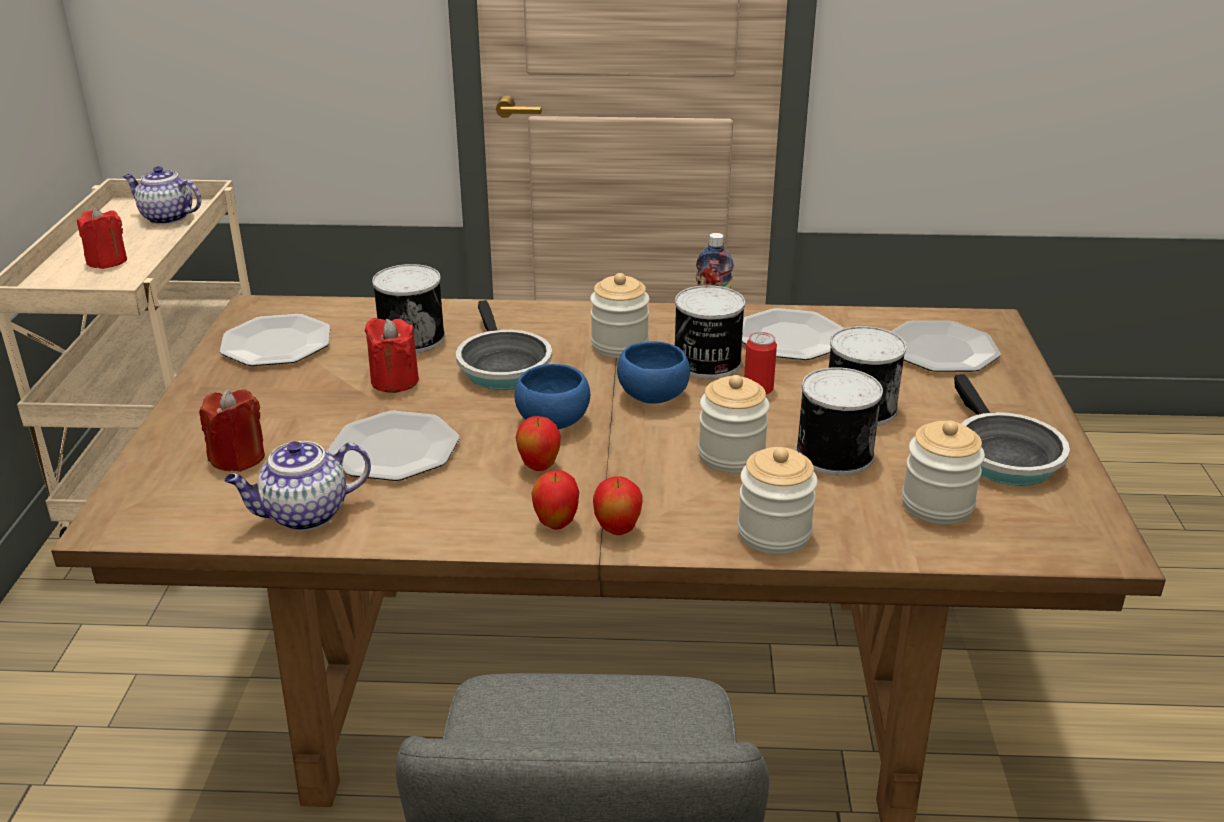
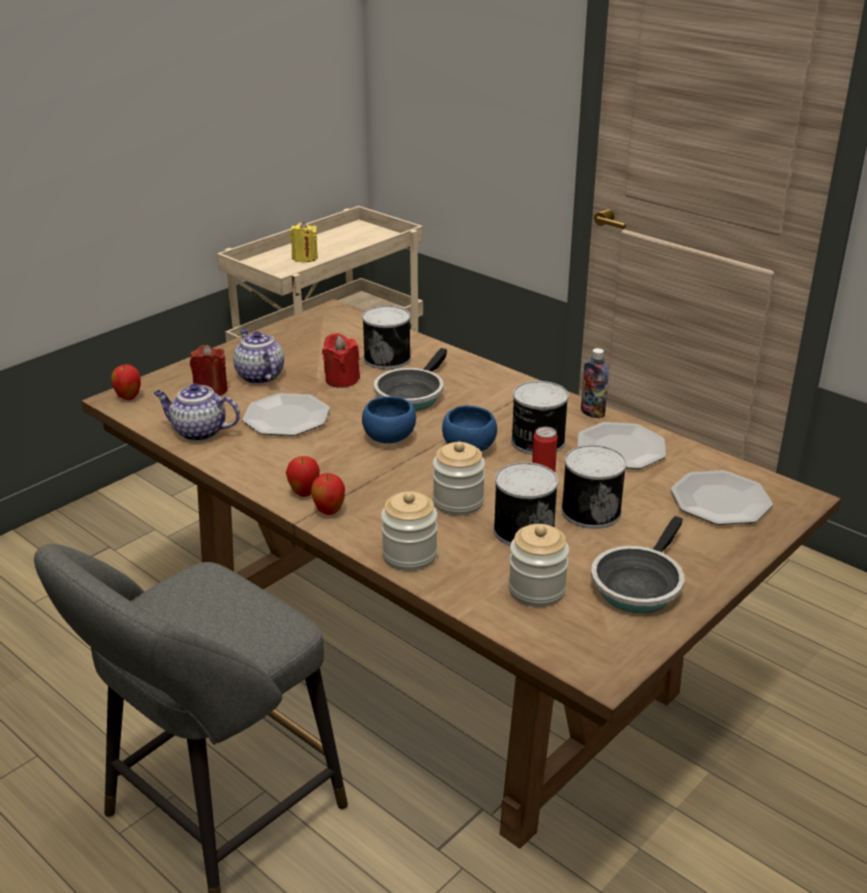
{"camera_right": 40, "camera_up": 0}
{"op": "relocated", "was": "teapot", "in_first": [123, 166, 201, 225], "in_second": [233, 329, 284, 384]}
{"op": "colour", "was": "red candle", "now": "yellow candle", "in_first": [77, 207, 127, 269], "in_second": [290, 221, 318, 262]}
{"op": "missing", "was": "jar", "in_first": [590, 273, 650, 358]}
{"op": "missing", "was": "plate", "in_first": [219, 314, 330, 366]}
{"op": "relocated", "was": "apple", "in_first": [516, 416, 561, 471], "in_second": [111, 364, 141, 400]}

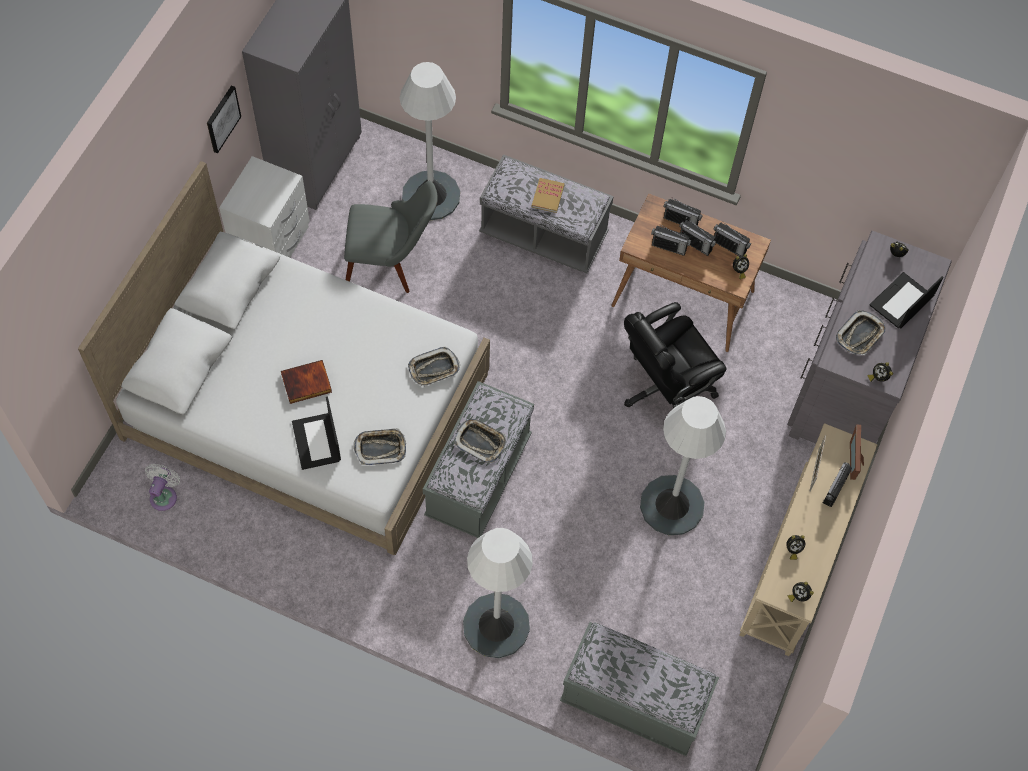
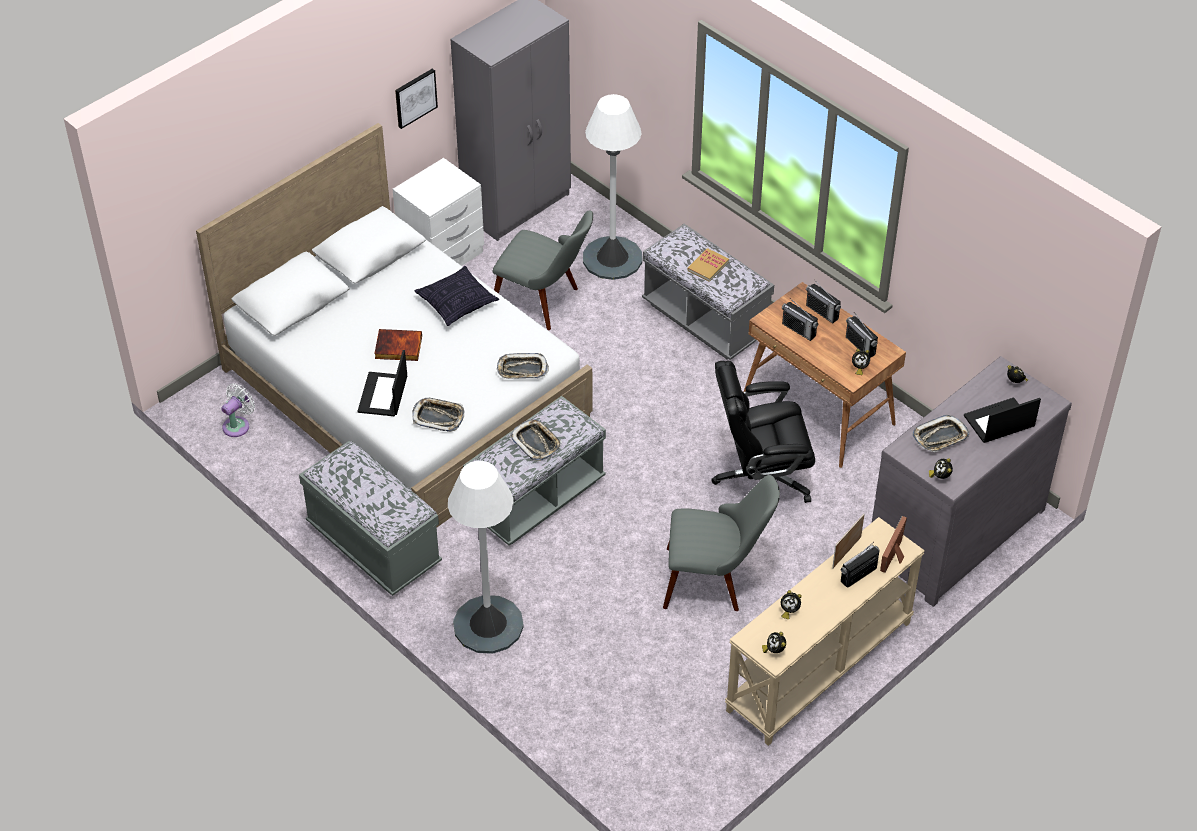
{"camera_right": 25, "camera_up": -15}
{"op": "missing", "was": "radio", "in_first": [679, 219, 716, 256]}
{"op": "exchanged", "was": "white floor lamp", "now": "grey chair", "in_first": [640, 396, 726, 535], "in_second": [663, 475, 780, 611]}
{"op": "relocated", "was": "grey bench", "in_first": [560, 622, 719, 756], "in_second": [299, 441, 442, 596]}
{"op": "appeared", "now": "pillow", "in_second": [414, 266, 499, 326]}

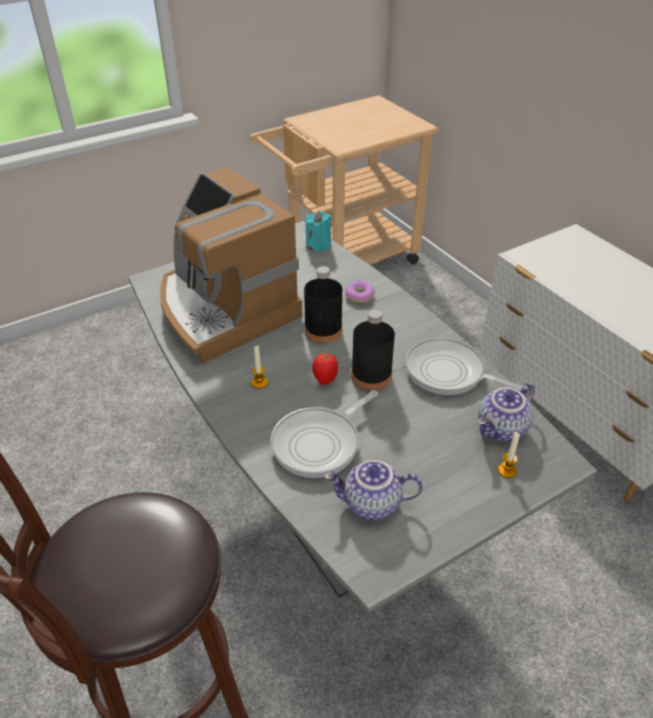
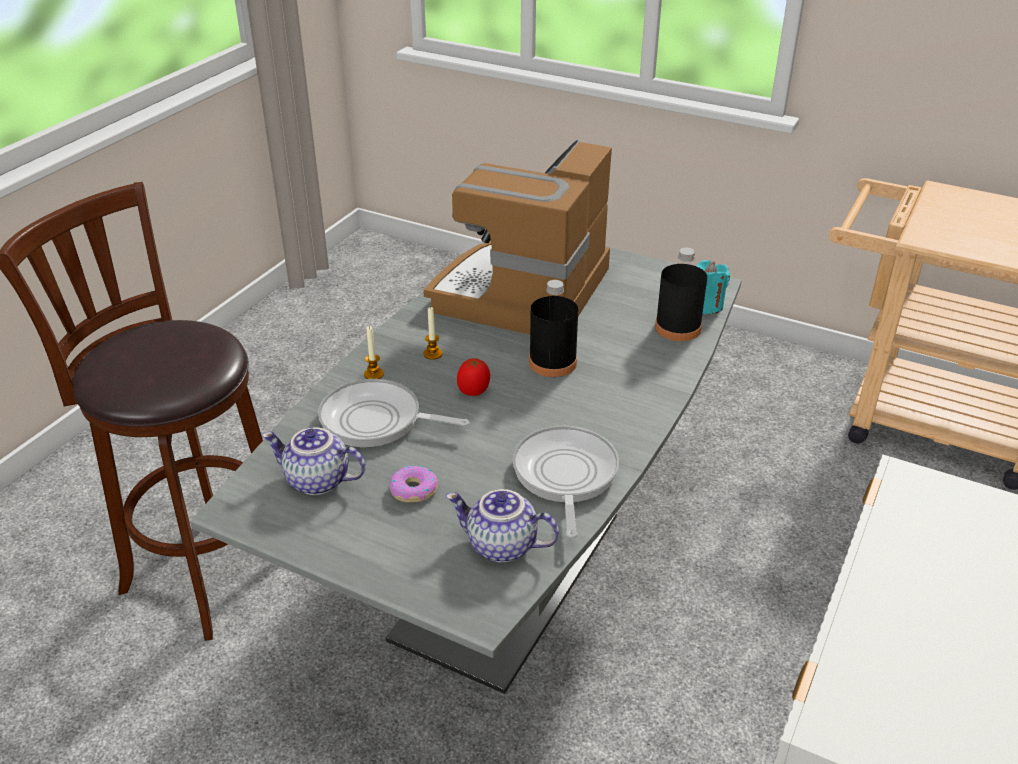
{"camera_right": 60, "camera_up": -5}
{"op": "relocated", "was": "donut", "in_first": [345, 280, 375, 303], "in_second": [389, 465, 438, 503]}
{"op": "relocated", "was": "black bottle", "in_first": [351, 309, 395, 390], "in_second": [655, 248, 707, 341]}
{"op": "relocated", "was": "candle", "in_first": [498, 432, 520, 478], "in_second": [364, 326, 384, 379]}
{"op": "spun", "was": "teapot", "in_first": [324, 460, 423, 520], "in_second": [262, 427, 366, 495], "clockwise": -45}

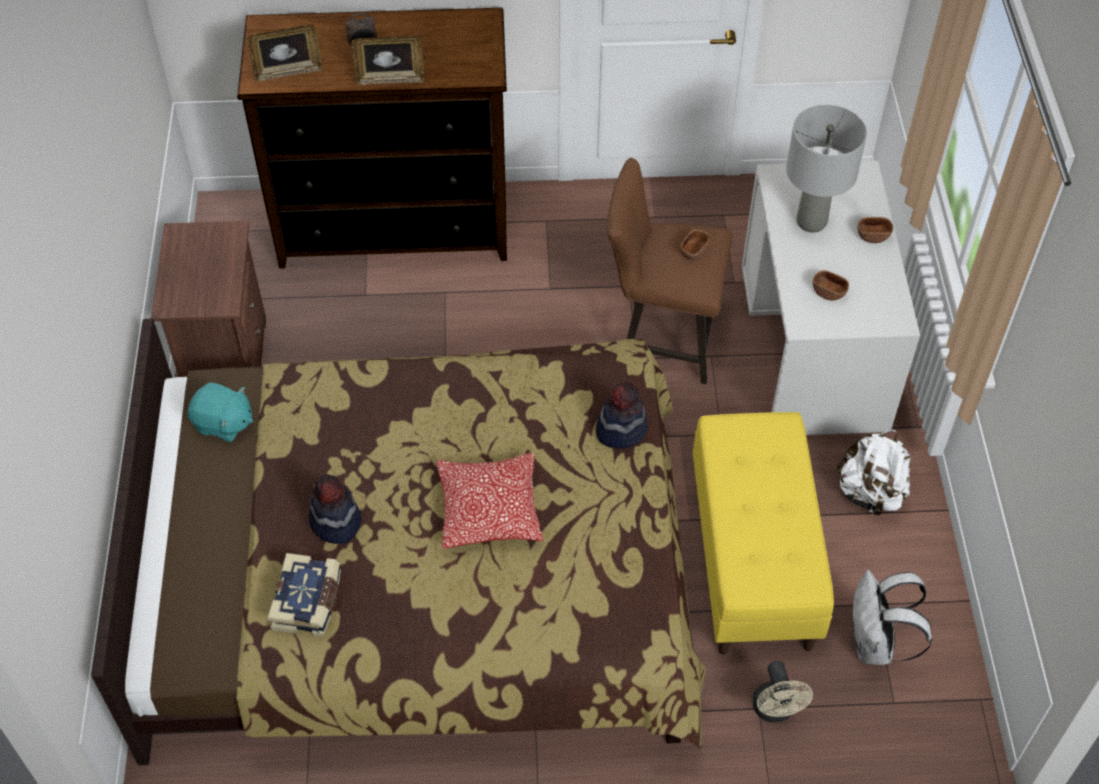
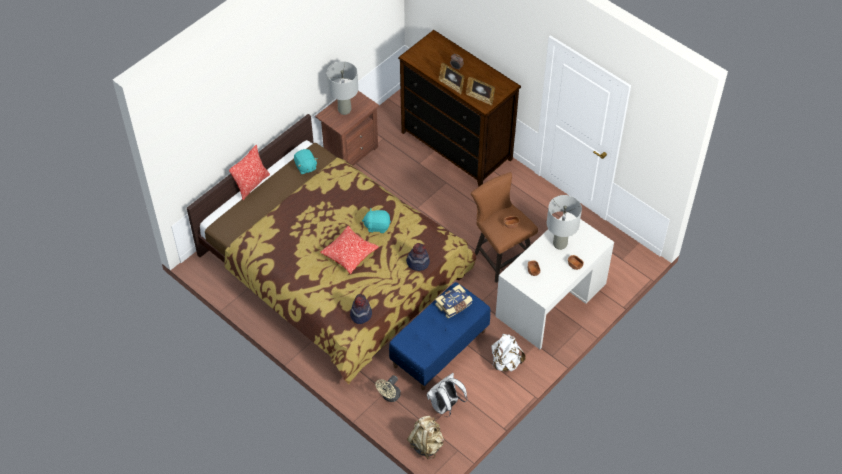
{"camera_right": 45, "camera_up": 0}
{"op": "relocated", "was": "picture frame", "in_first": [247, 25, 323, 81], "in_second": [466, 77, 495, 106]}
{"op": "colour", "was": "yellow bench", "now": "blue bench", "in_first": [693, 412, 834, 655], "in_second": [389, 282, 491, 390]}
{"op": "relocated", "was": "hat", "in_first": [309, 474, 361, 544], "in_second": [350, 294, 372, 324]}
{"op": "relocated", "was": "book", "in_first": [268, 553, 341, 637], "in_second": [435, 284, 472, 318]}
{"op": "appeared", "now": "grey table lamp", "in_second": [327, 61, 358, 115]}
{"op": "appeared", "now": "pillow", "in_second": [229, 145, 270, 200]}
{"op": "appeared", "now": "turquoise plush toy", "in_second": [362, 208, 391, 233]}
{"op": "appeared", "now": "beige backpack", "in_second": [407, 416, 444, 460]}

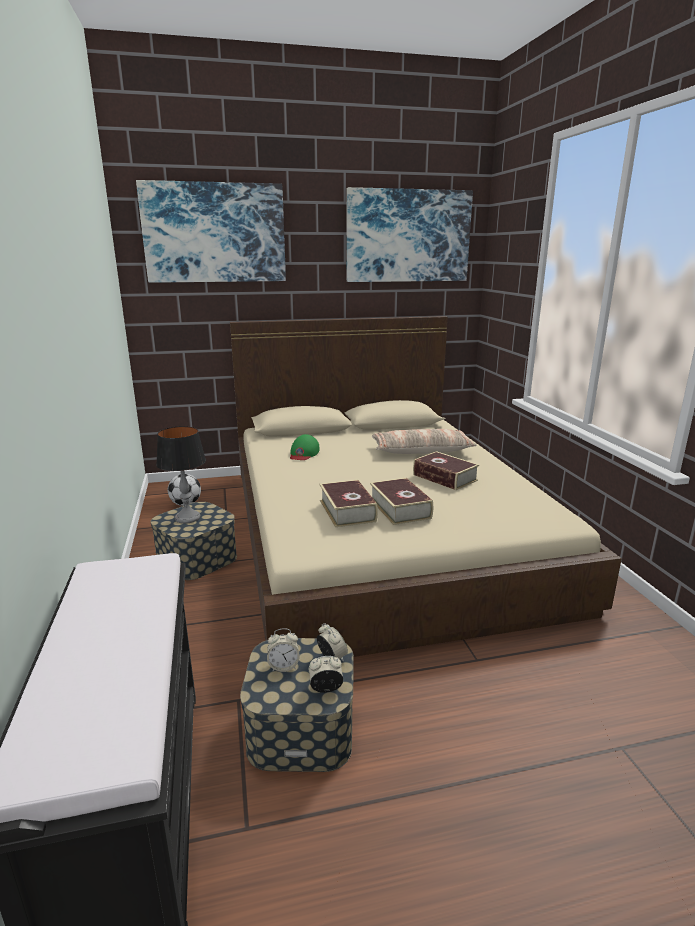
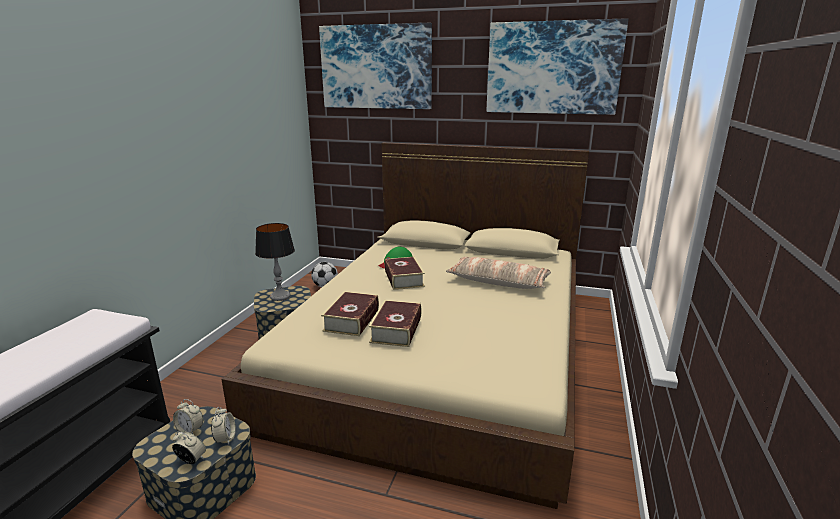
{"camera_right": 30, "camera_up": 0}
{"op": "relocated", "was": "book", "in_first": [413, 451, 479, 490], "in_second": [385, 257, 425, 290]}

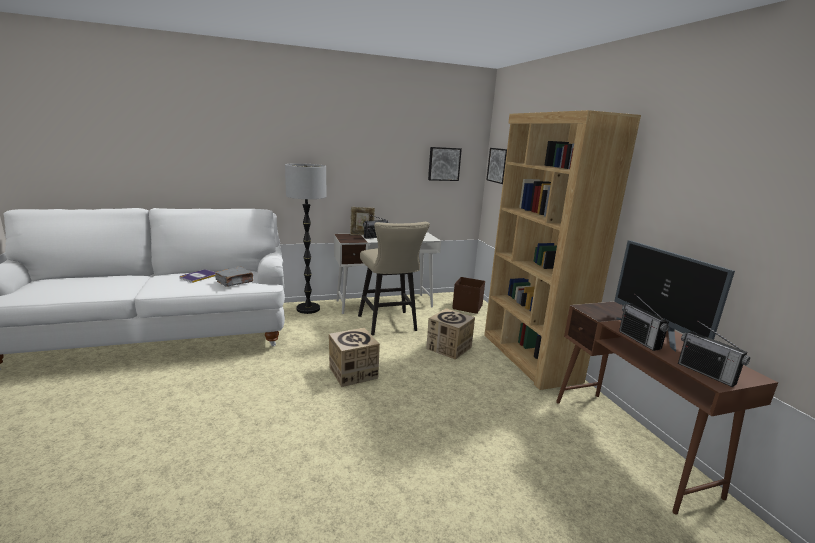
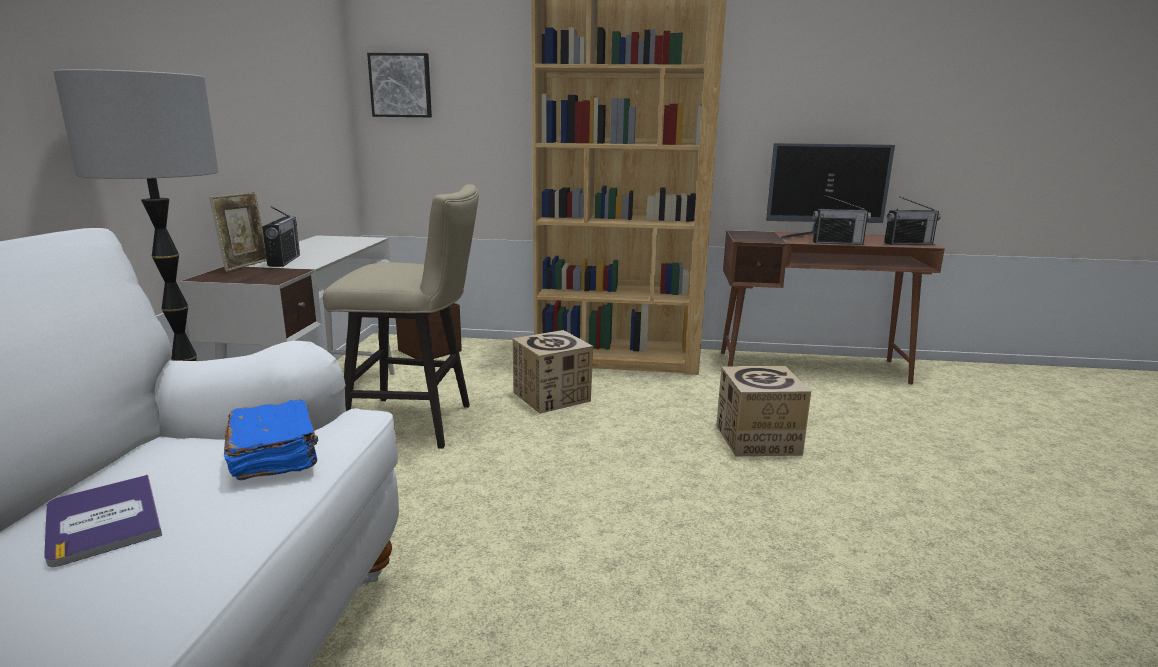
{"camera_right": -65, "camera_up": 0}
{"op": "missing", "was": "picture", "in_first": [428, 147, 462, 181]}
{"op": "colour", "was": "grey book", "now": "blue book", "in_first": [215, 267, 253, 287], "in_second": [224, 399, 318, 480]}
{"op": "relocated", "was": "cardboard box", "in_first": [329, 328, 380, 387], "in_second": [716, 366, 811, 456]}

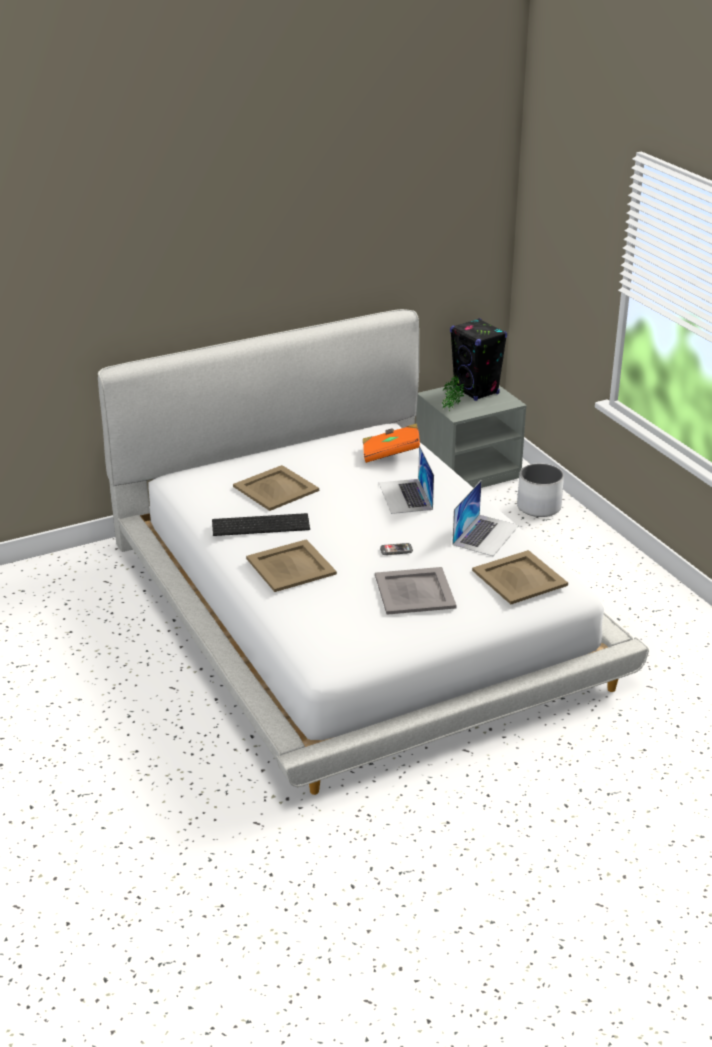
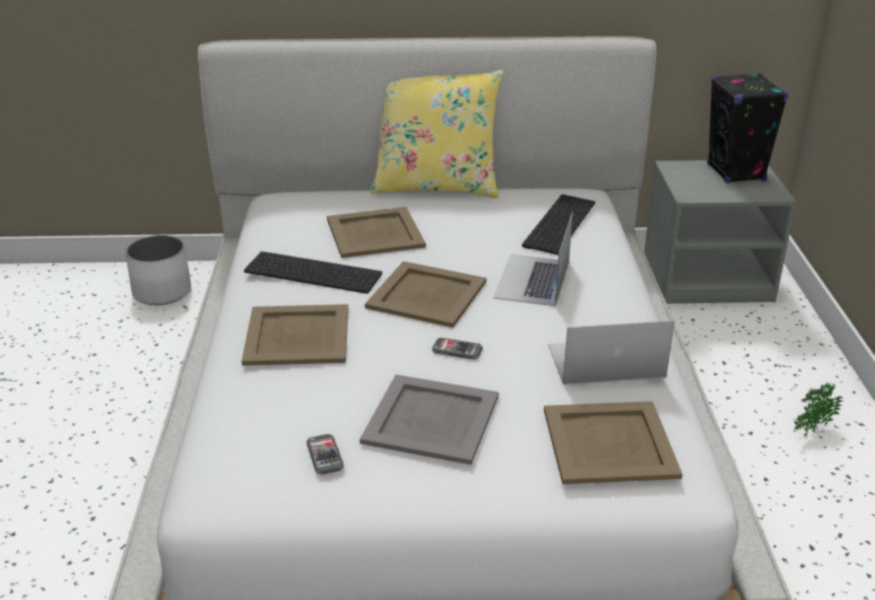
{"camera_right": 25, "camera_up": 0}
{"op": "relocated", "was": "potted plant", "in_first": [442, 377, 464, 413], "in_second": [794, 383, 843, 436]}
{"op": "exchanged", "was": "orange book", "now": "keyboard", "in_first": [363, 423, 420, 463], "in_second": [522, 194, 595, 255]}
{"op": "relocated", "was": "white planter", "in_first": [517, 463, 564, 517], "in_second": [125, 235, 191, 305]}
{"op": "spun", "was": "laptop", "in_first": [452, 480, 519, 556], "in_second": [548, 321, 674, 385], "clockwise": -150}
{"op": "appeared", "now": "yellow pillow", "in_second": [370, 70, 504, 198]}
{"op": "appeared", "now": "beige tray", "in_second": [365, 261, 486, 328]}
{"op": "appeared", "now": "phone", "in_second": [306, 434, 344, 475]}

